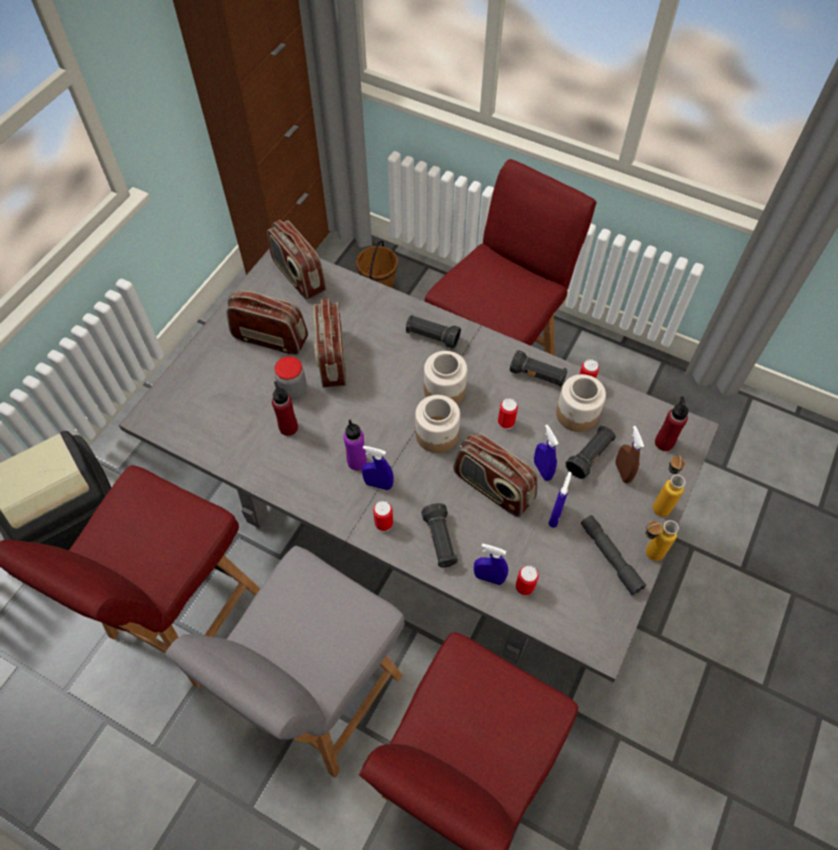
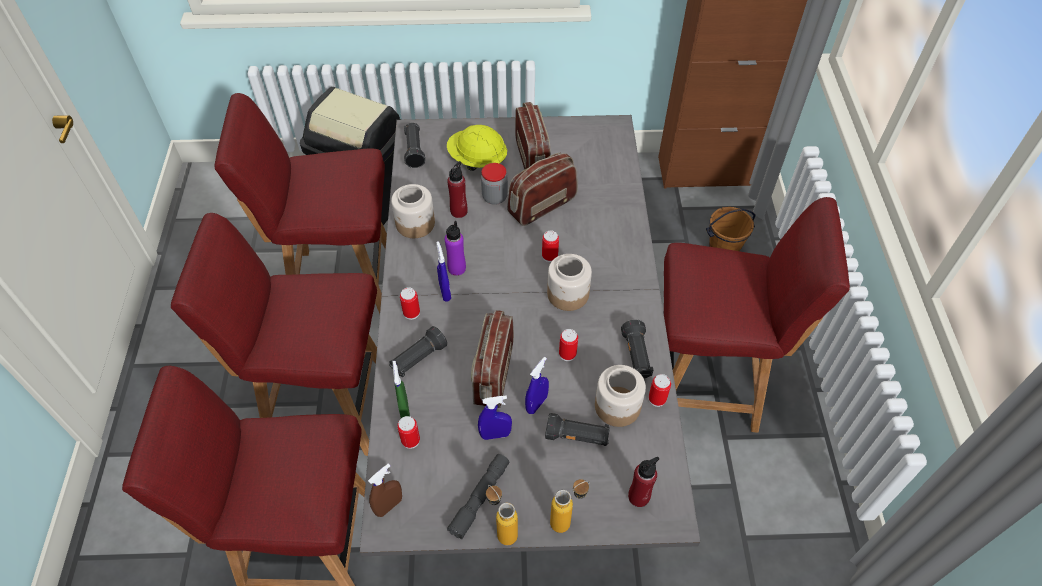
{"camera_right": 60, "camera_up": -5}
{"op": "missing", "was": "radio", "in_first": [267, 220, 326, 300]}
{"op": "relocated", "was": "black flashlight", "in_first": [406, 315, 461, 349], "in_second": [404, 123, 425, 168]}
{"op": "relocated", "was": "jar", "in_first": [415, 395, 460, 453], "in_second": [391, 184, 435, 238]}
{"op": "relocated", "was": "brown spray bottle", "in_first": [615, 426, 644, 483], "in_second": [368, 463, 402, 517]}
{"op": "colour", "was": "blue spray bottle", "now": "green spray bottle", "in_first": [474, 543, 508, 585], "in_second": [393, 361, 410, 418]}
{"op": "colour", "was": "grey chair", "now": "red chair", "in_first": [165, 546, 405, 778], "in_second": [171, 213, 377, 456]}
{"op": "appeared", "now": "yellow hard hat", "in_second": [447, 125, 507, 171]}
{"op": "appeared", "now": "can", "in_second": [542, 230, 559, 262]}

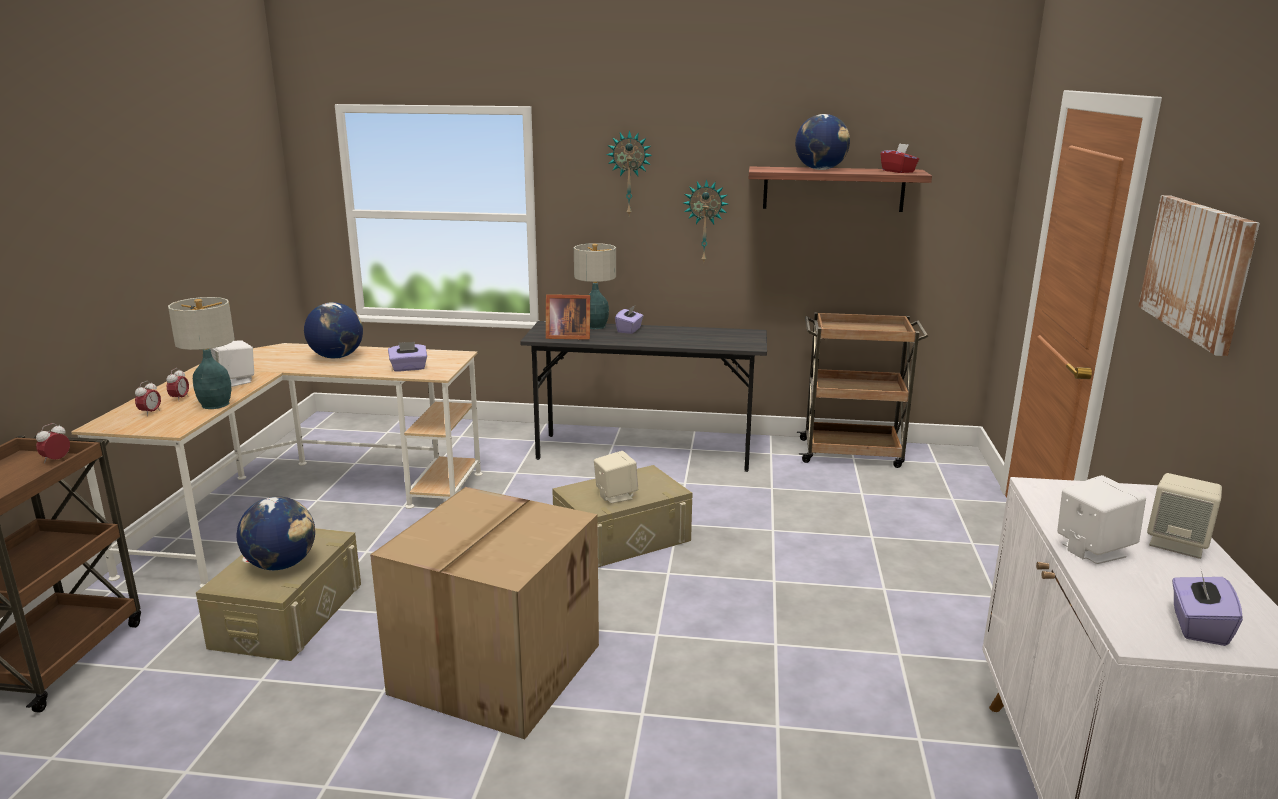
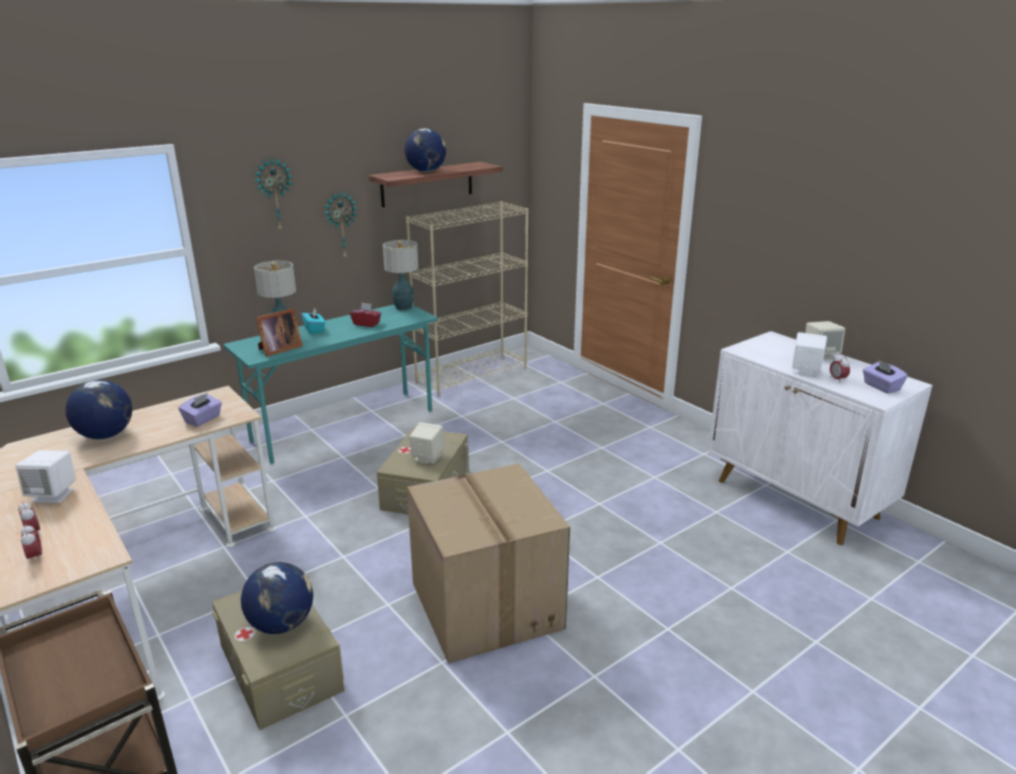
{"camera_right": -45, "camera_up": 5}
{"op": "relocated", "was": "red tissue box", "in_first": [881, 143, 919, 173], "in_second": [350, 302, 381, 327]}
{"op": "missing", "was": "picture", "in_first": [1138, 195, 1260, 356]}
{"op": "relocated", "was": "table lamp", "in_first": [168, 297, 235, 409], "in_second": [383, 240, 418, 311]}
{"op": "colour", "was": "purple tissue box", "now": "turquoise tissue box", "in_first": [615, 305, 643, 334], "in_second": [302, 308, 325, 334]}
{"op": "exchanged", "was": "brown cart", "now": "beige bookcase", "in_first": [797, 312, 928, 468], "in_second": [406, 201, 529, 397]}
{"op": "colour", "was": "grey desk", "now": "turquoise desk", "in_first": [520, 321, 767, 472], "in_second": [224, 305, 438, 464]}
{"op": "relocated", "was": "alarm clock", "in_first": [36, 423, 70, 463], "in_second": [830, 354, 850, 380]}

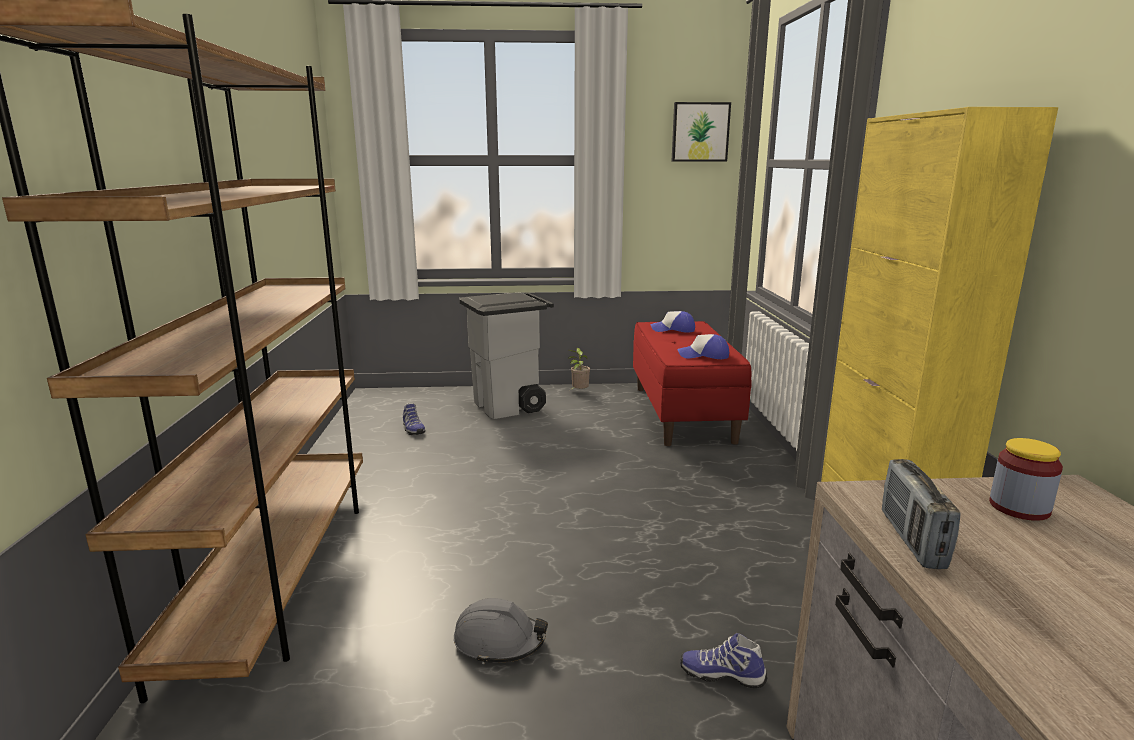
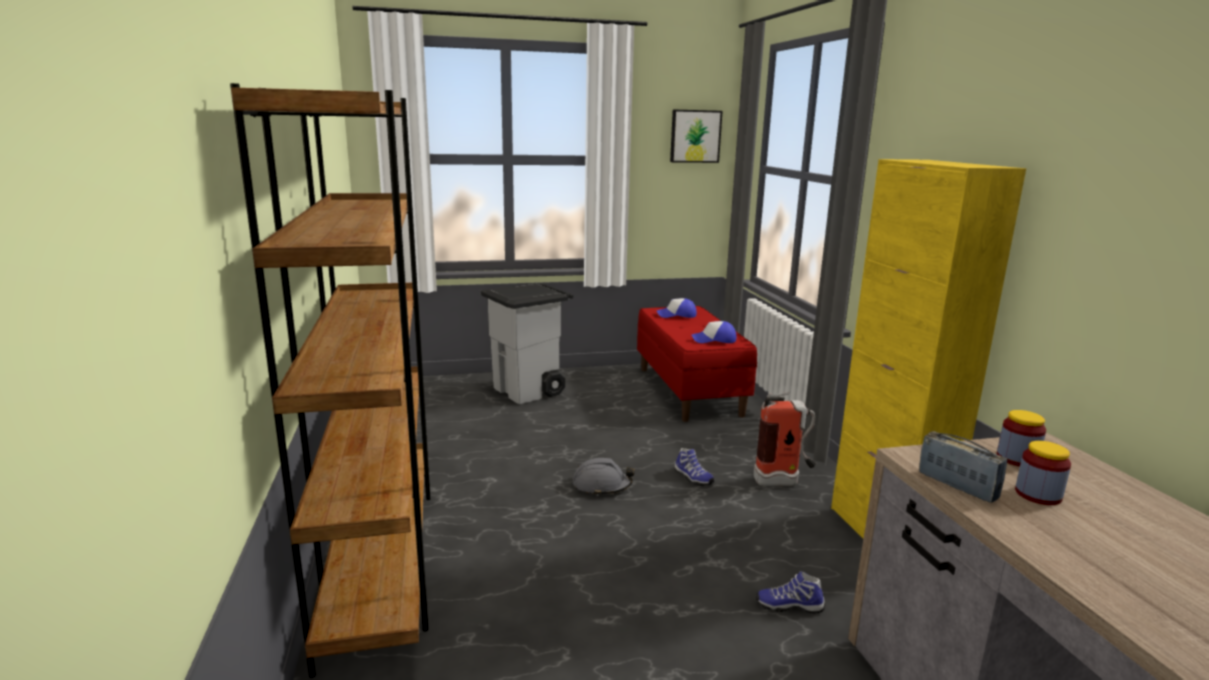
{"camera_right": -10, "camera_up": 0}
{"op": "missing", "was": "potted plant", "in_first": [568, 348, 590, 390]}
{"op": "relocated", "was": "shoe", "in_first": [403, 403, 425, 435], "in_second": [674, 448, 714, 486]}
{"op": "spun", "was": "radio", "in_first": [882, 459, 961, 569], "in_second": [919, 431, 1007, 503], "clockwise": 150}
{"op": "relocated", "was": "grey hard hat", "in_first": [454, 598, 548, 664], "in_second": [573, 458, 635, 496]}
{"op": "appeared", "now": "fire extinguisher", "in_second": [753, 392, 816, 486]}
{"op": "appeared", "now": "jar", "in_second": [1015, 441, 1071, 505]}

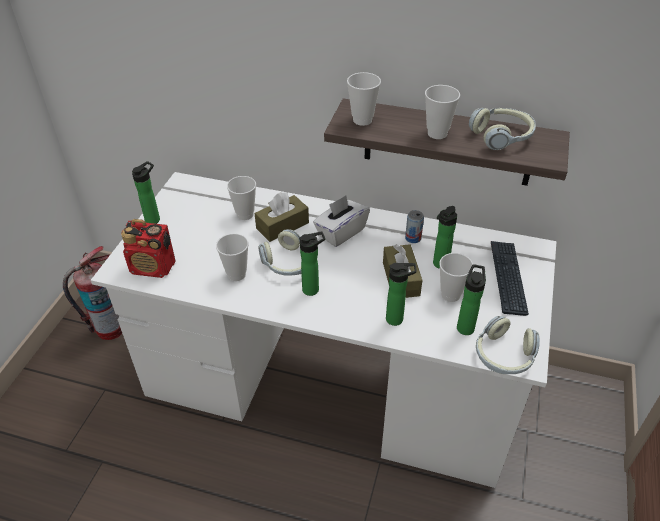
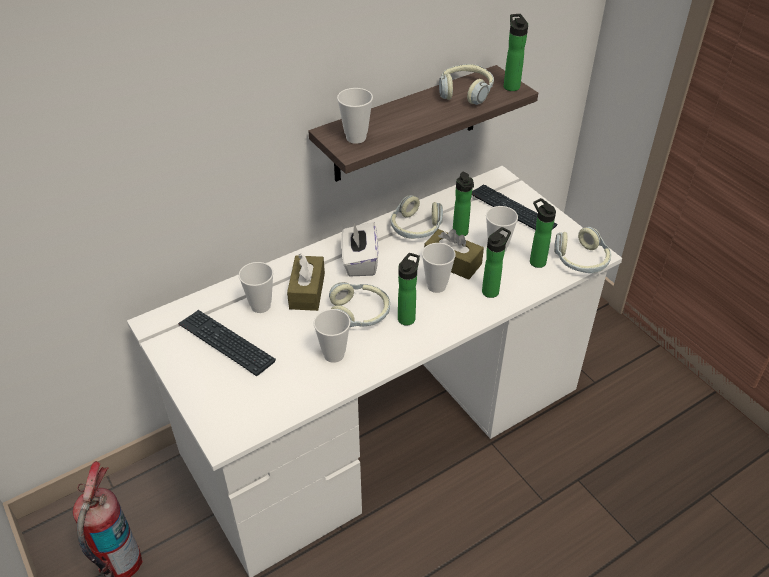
{"camera_right": -50, "camera_up": 0}
{"op": "relocated", "was": "cup", "in_first": [425, 85, 460, 139], "in_second": [422, 243, 456, 293]}
{"op": "relocated", "was": "bottle", "in_first": [132, 161, 160, 224], "in_second": [504, 14, 528, 91]}
{"op": "exchanged", "was": "can", "now": "headphones", "in_first": [405, 210, 424, 243], "in_second": [391, 195, 443, 239]}
{"op": "missing", "was": "radio", "in_first": [121, 219, 176, 278]}
{"op": "appeared", "now": "keyboard", "in_second": [178, 310, 276, 376]}

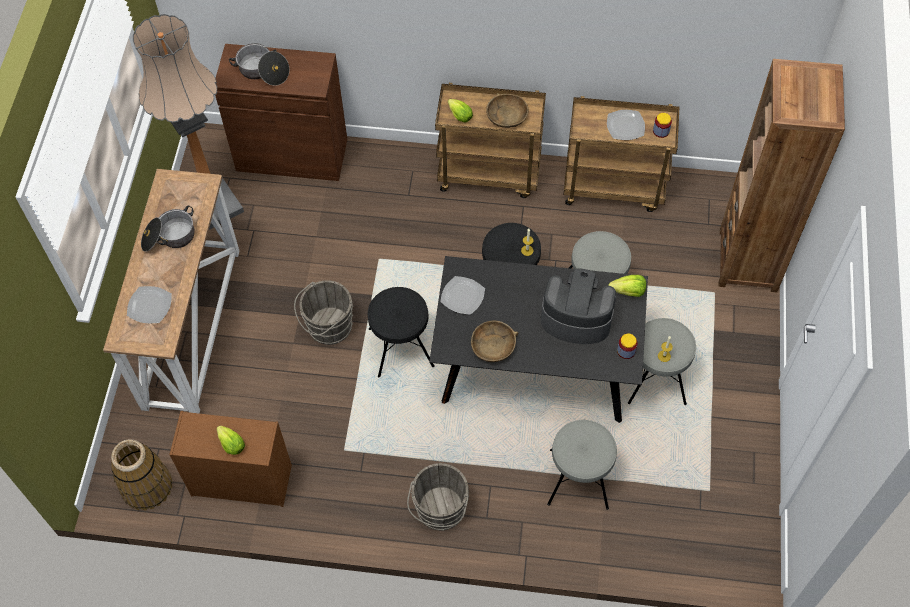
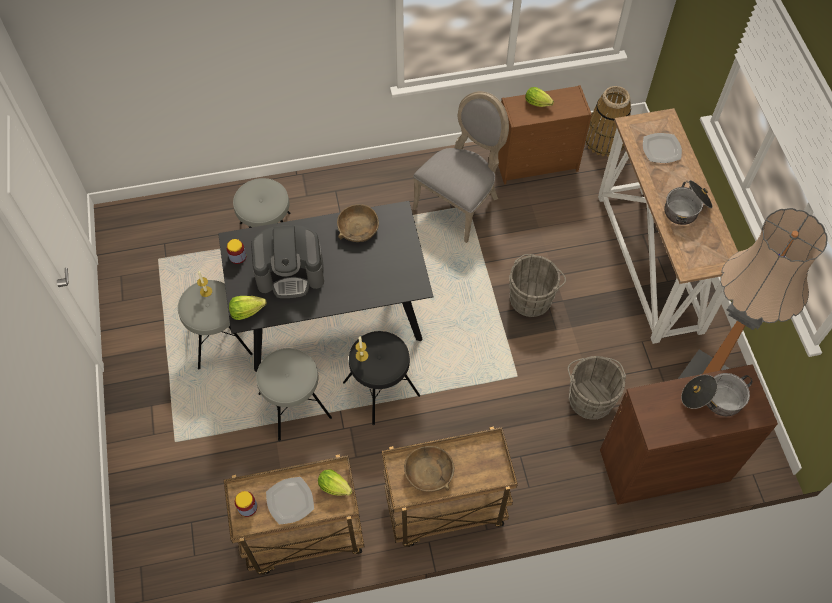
{"camera_right": 160, "camera_up": 0}
{"op": "missing", "was": "brown bookcase", "in_first": [719, 59, 845, 292]}
{"op": "relocated", "was": "lettuce", "in_first": [448, 99, 473, 122], "in_second": [318, 470, 352, 495]}
{"op": "missing", "was": "plate", "in_first": [440, 276, 485, 315]}
{"op": "missing", "was": "black stool", "in_first": [368, 287, 435, 377]}
{"op": "relocated", "was": "grey bucket", "in_first": [407, 463, 469, 531], "in_second": [568, 356, 626, 420]}
{"op": "appeared", "now": "grey chair", "in_second": [413, 91, 509, 243]}

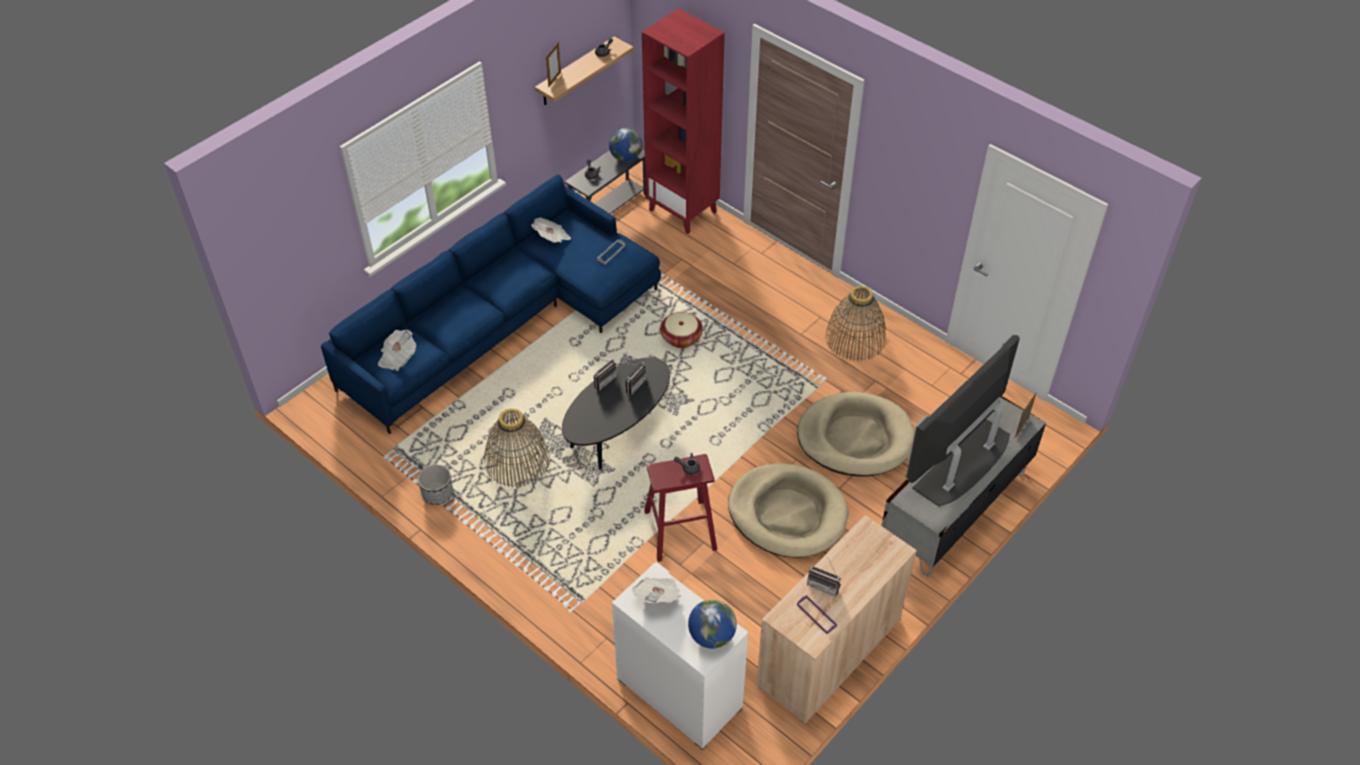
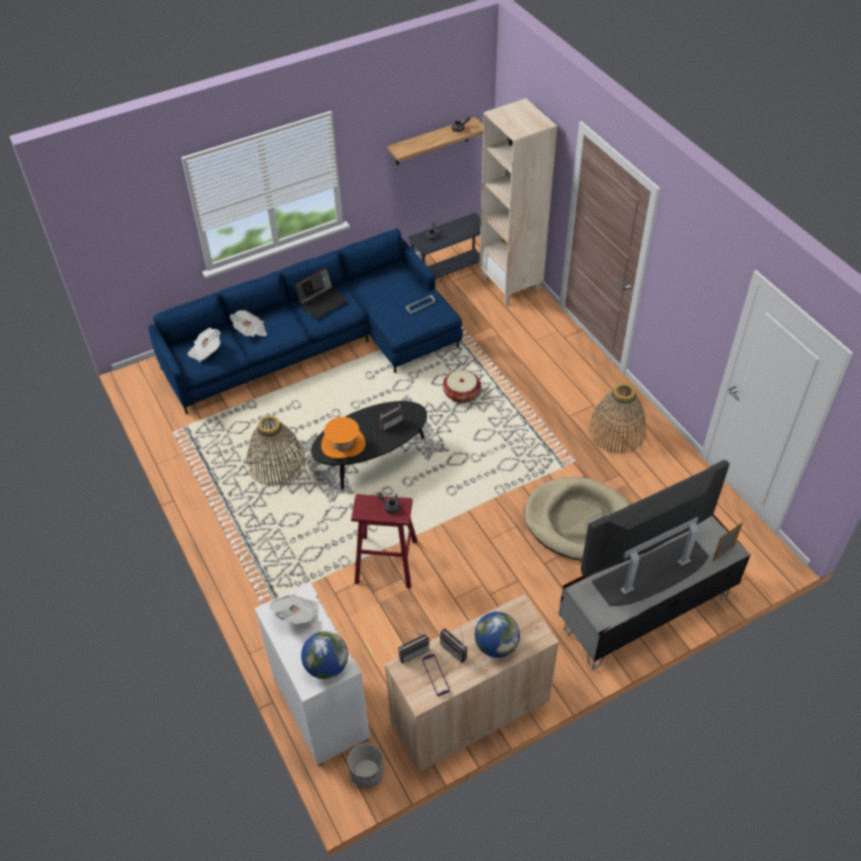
{"camera_right": 20, "camera_up": 0}
{"op": "colour", "was": "red bookcase", "now": "beige bookcase", "in_first": [642, 8, 725, 234], "in_second": [480, 98, 557, 306]}
{"op": "missing", "was": "picture frame", "in_first": [546, 41, 561, 88]}
{"op": "relocated", "was": "globe", "in_first": [609, 128, 642, 162], "in_second": [475, 612, 520, 658]}
{"op": "relocated", "was": "newspaper", "in_first": [531, 218, 571, 243], "in_second": [230, 310, 266, 337]}
{"op": "relocated", "was": "radio", "in_first": [594, 358, 617, 391], "in_second": [398, 628, 430, 664]}
{"op": "missing", "was": "beige dog bed", "in_first": [728, 463, 849, 558]}
{"op": "relocated", "was": "planter", "in_first": [418, 464, 453, 505], "in_second": [347, 743, 384, 788]}
{"op": "appeared", "now": "laptop", "in_second": [294, 267, 348, 319]}
{"op": "appeared", "now": "orange hat", "in_second": [321, 417, 366, 459]}

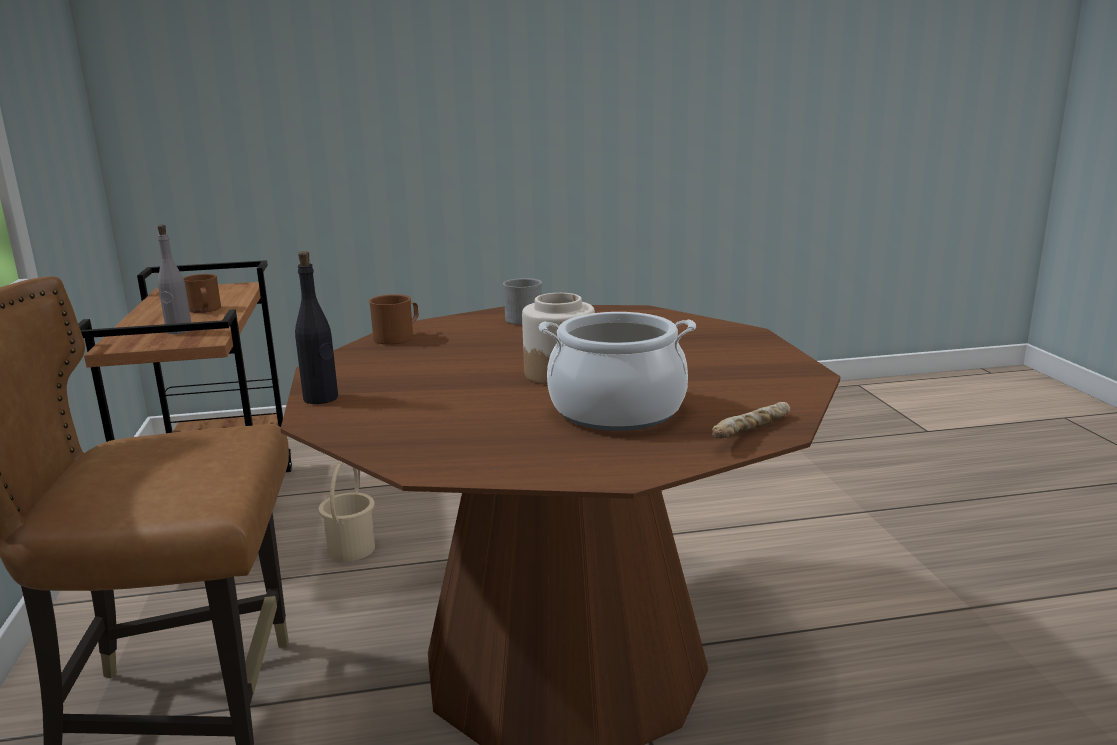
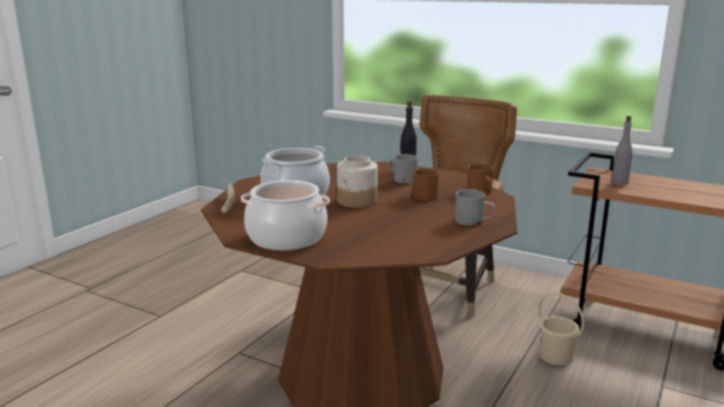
{"camera_right": 130, "camera_up": 0}
{"op": "relocated", "was": "brown mug", "in_first": [183, 274, 221, 313], "in_second": [403, 169, 439, 201]}
{"op": "appeared", "now": "grey mug", "in_second": [390, 154, 418, 184]}
{"op": "appeared", "now": "cooking pot", "in_second": [241, 180, 330, 250]}

